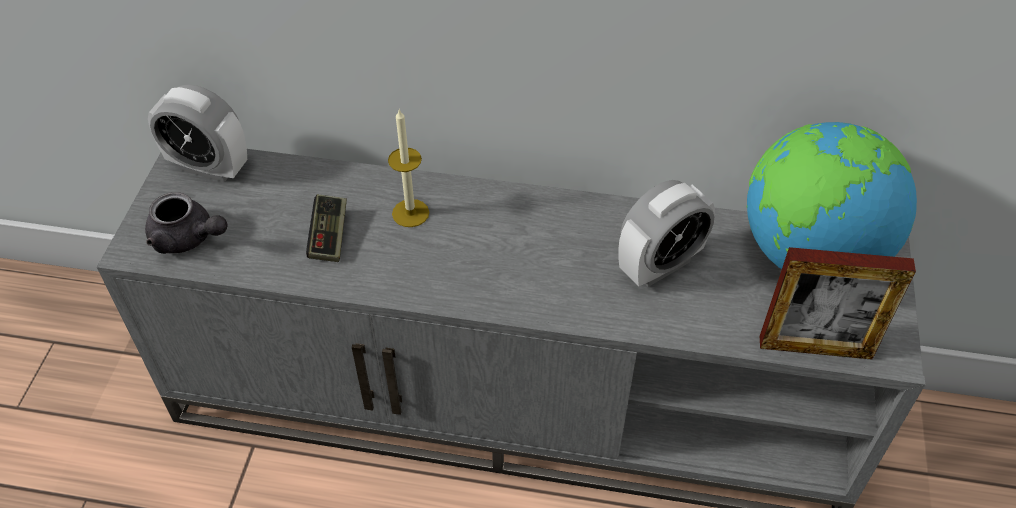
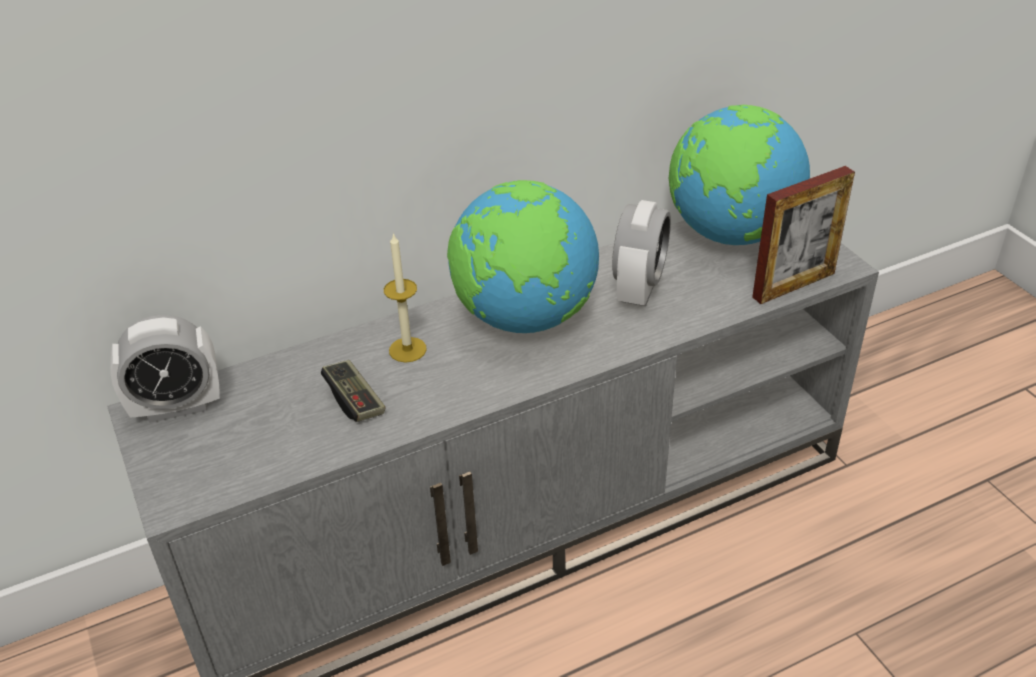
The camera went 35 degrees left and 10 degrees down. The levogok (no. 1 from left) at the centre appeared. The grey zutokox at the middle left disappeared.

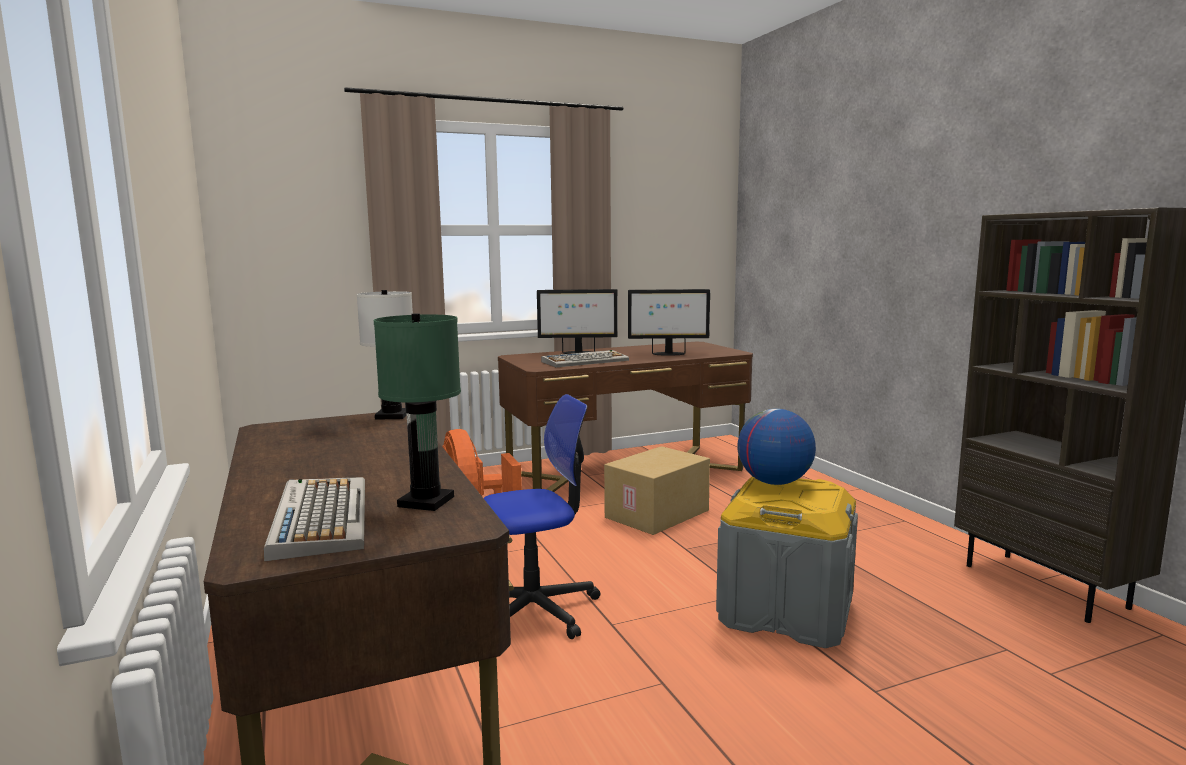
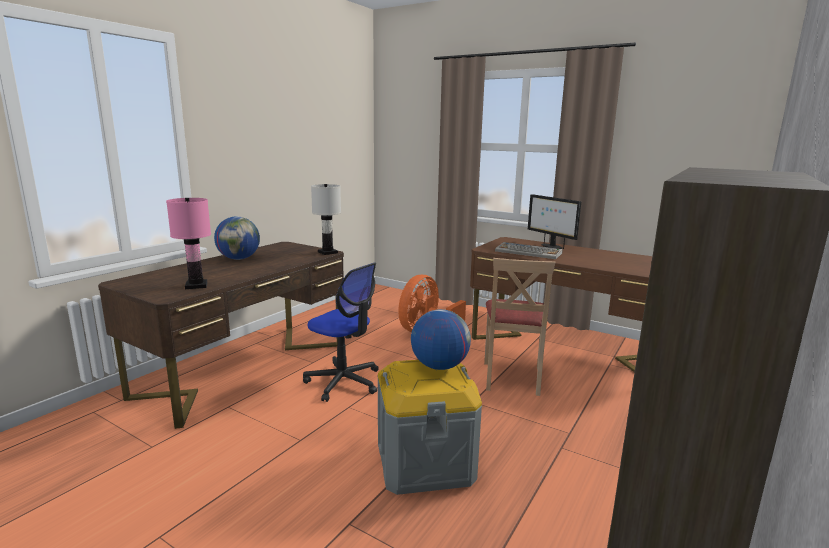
The camera went 55 degrees right and 5 degrees up. The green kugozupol at the centre became the pink kugozupol at the middle left. The levogok (no. 1 from left) at the middle left appeared. The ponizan at the centre was replaced by the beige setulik at the centre. The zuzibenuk (no. 1 from left) at the bottom left disappeared. The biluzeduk (no. 2 from left) at the centre disappeared.

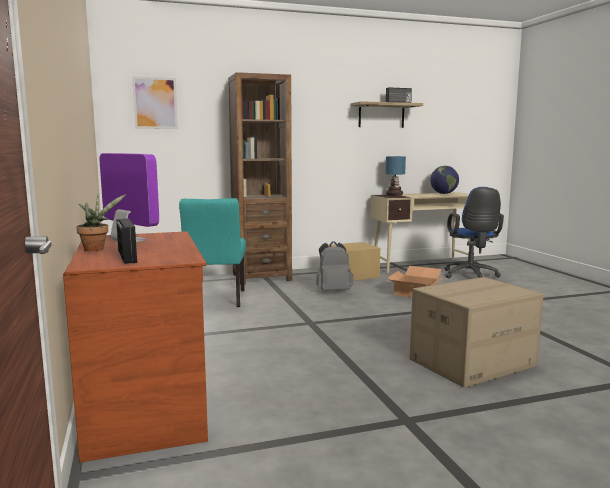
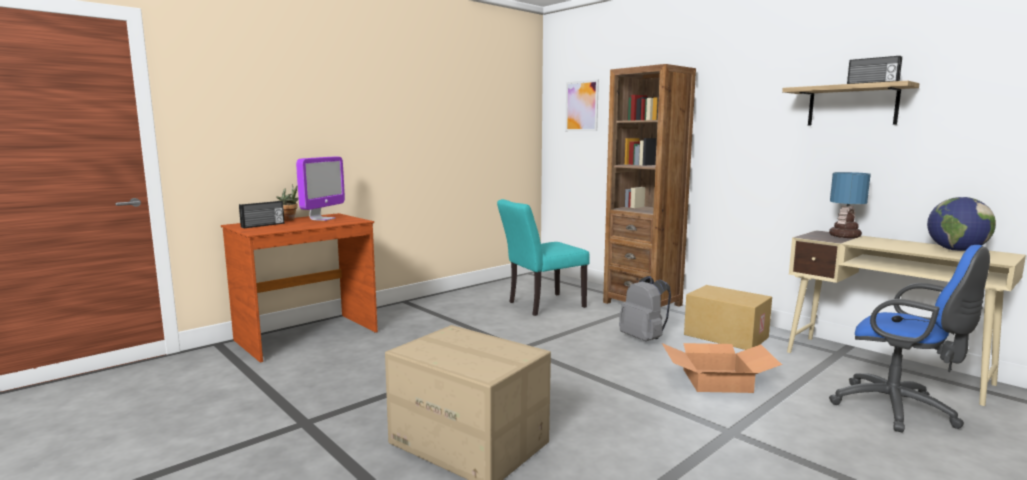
The camera went 65 degrees right and 0 degrees up. The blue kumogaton at the middle right turned 105 degrees counterclockwise.

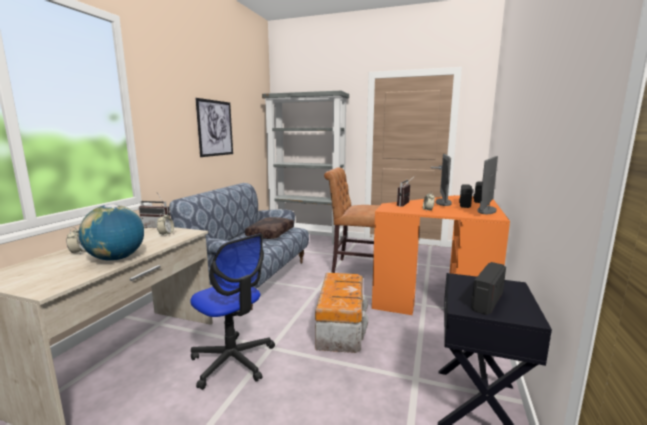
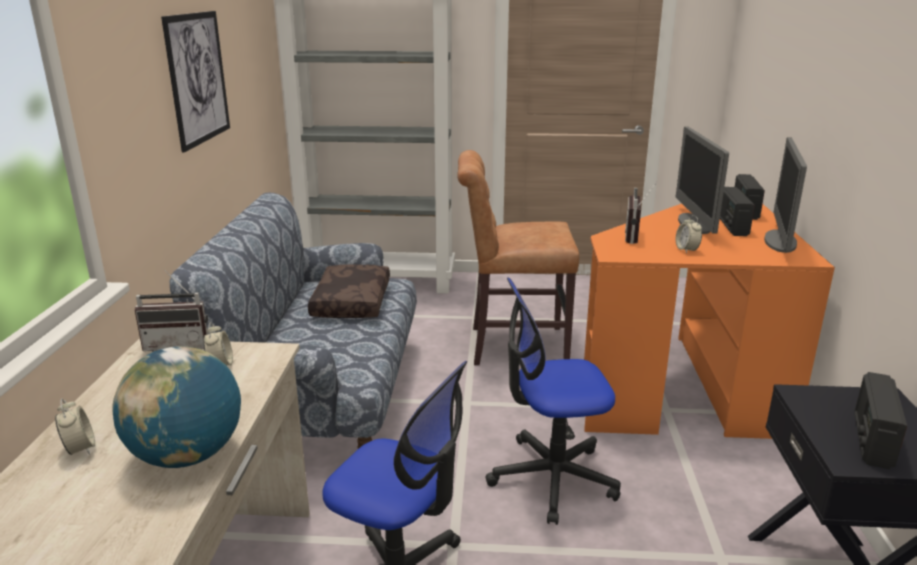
The camera went 15 degrees left and 10 degrees up. The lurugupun at the bottom centre was replaced by the kumogaton (no. 2 from left) at the bottom centre.

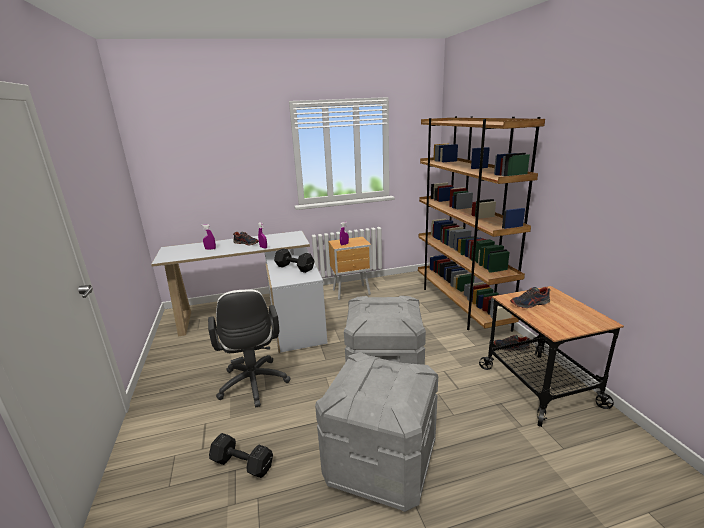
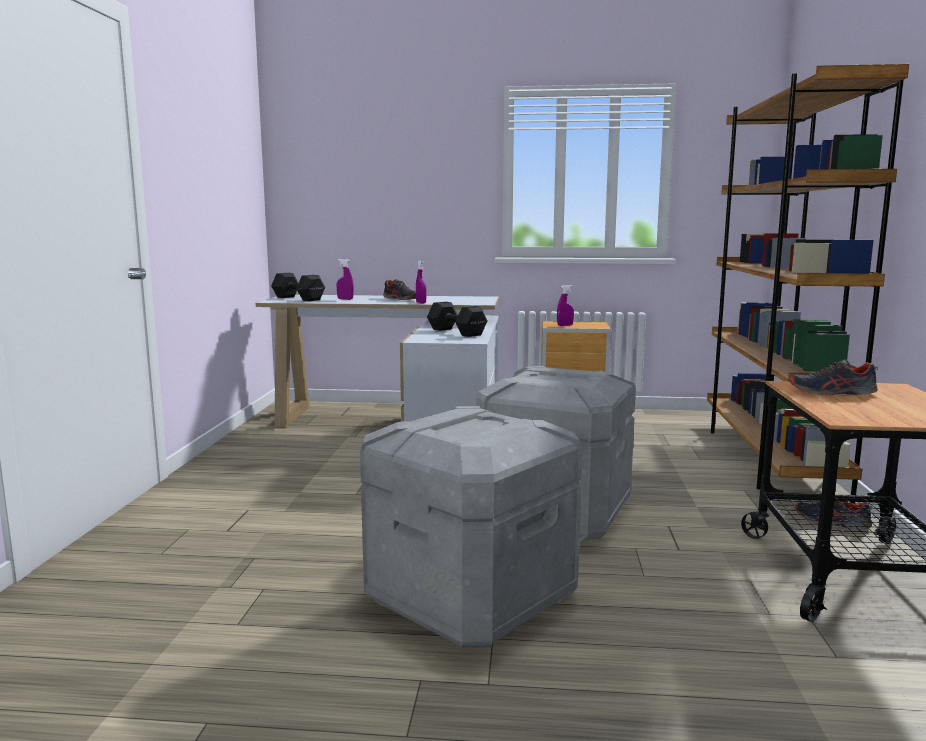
The camera went 20 degrees right and 10 degrees down. The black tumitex (no. 1 from left) moved from the bottom centre to the middle left. The white kumogaton at the centre disappeared.

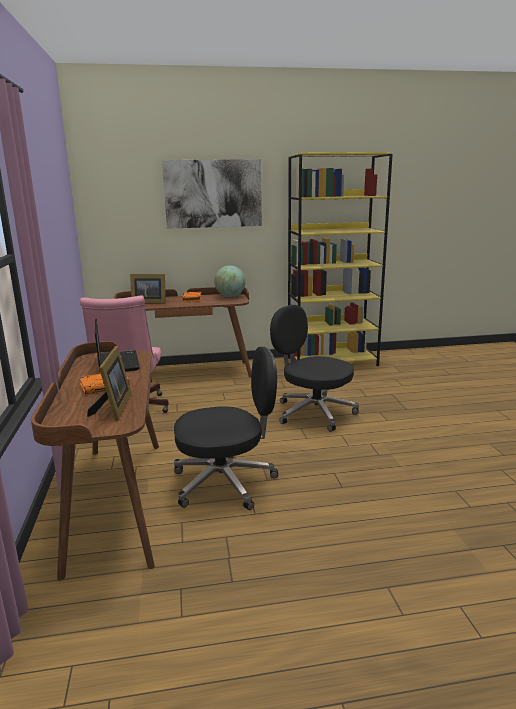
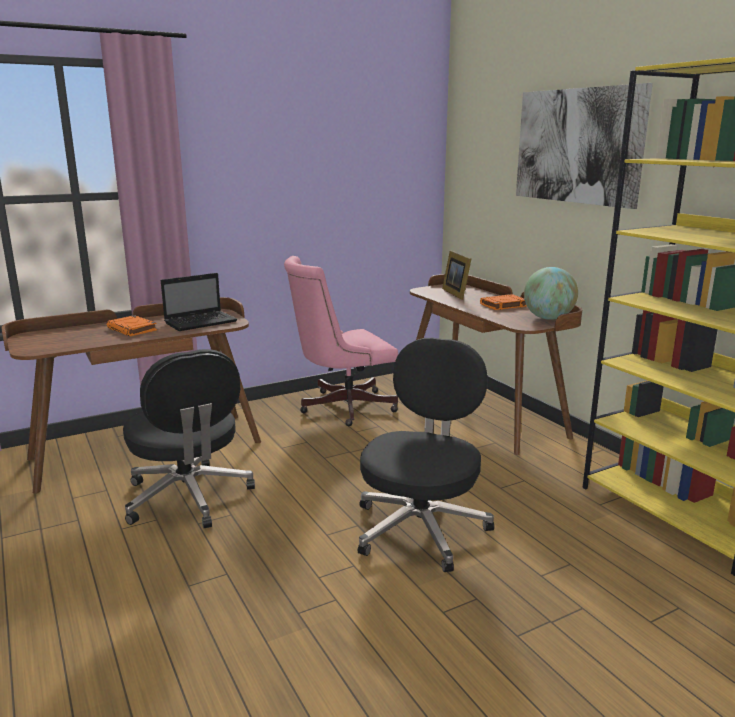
The camera went 70 degrees right and 0 degrees up. The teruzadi (no. 1 from left) at the middle left disappeared.

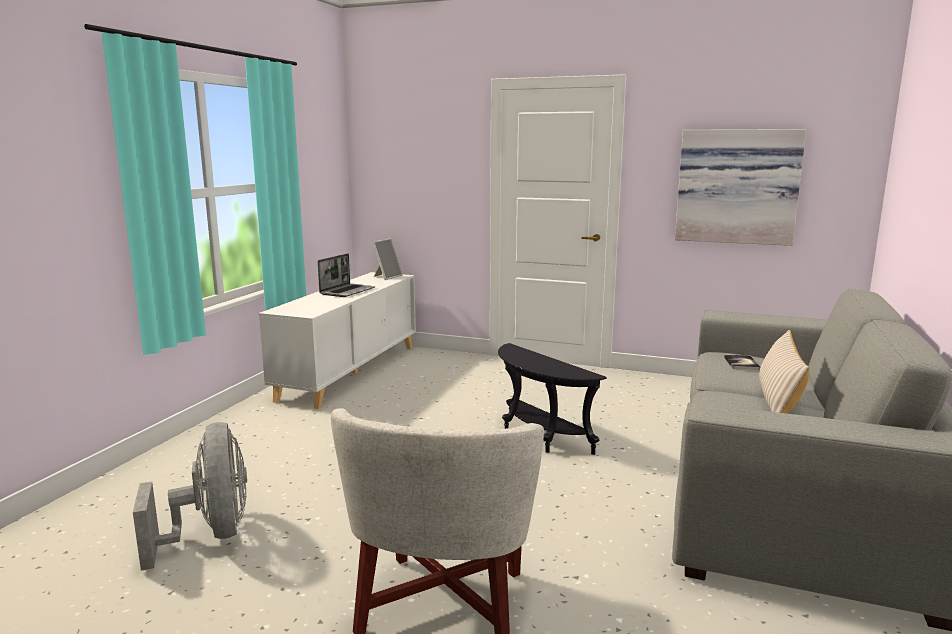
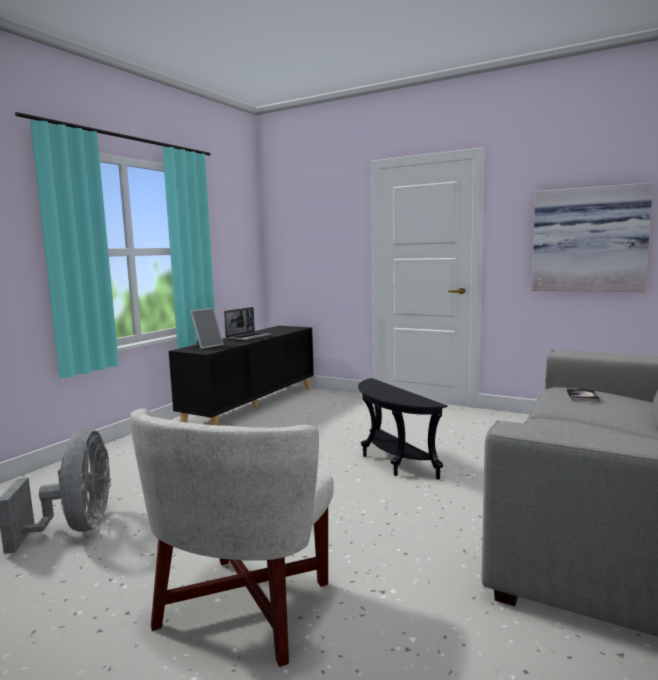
The camera went 10 degrees right and 5 degrees down. The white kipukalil at the centre became the black kipukalil at the centre. The teruzadi moved from the centre to the middle left. The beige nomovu at the middle right disappeared.

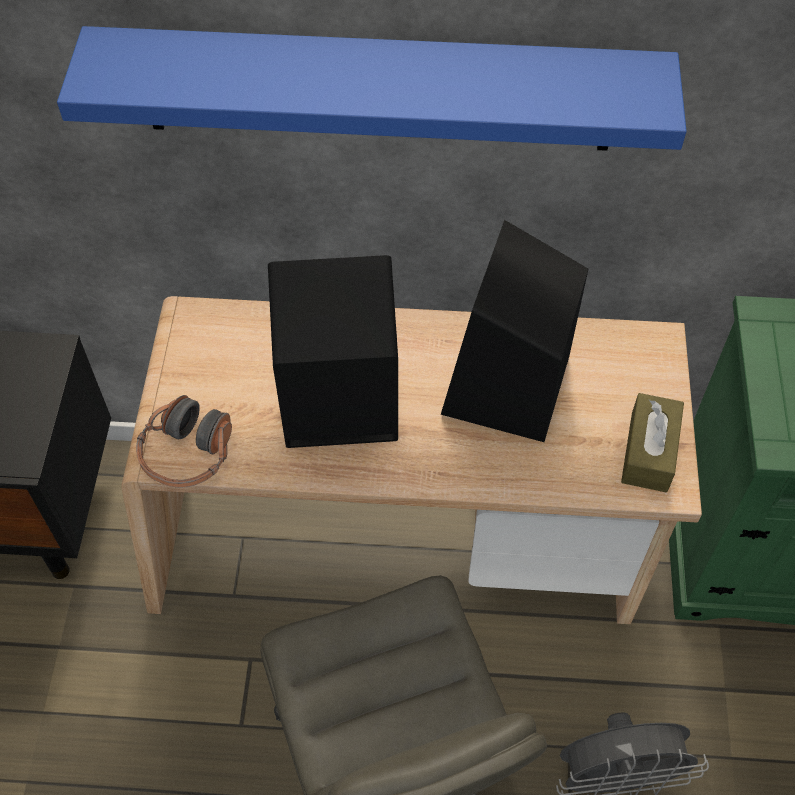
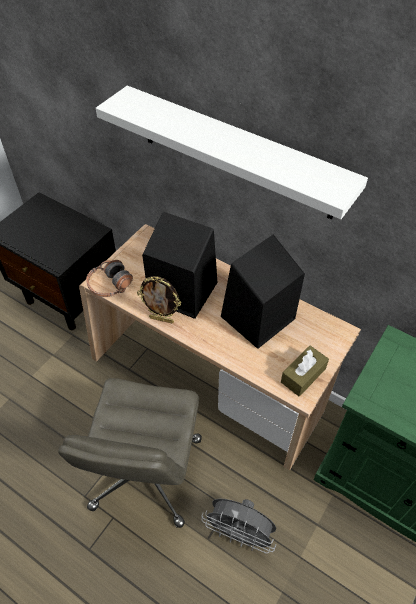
The camera went 30 degrees right and 5 degrees down. The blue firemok at the top centre became the white firemok at the top centre. The teruzadi at the centre appeared.

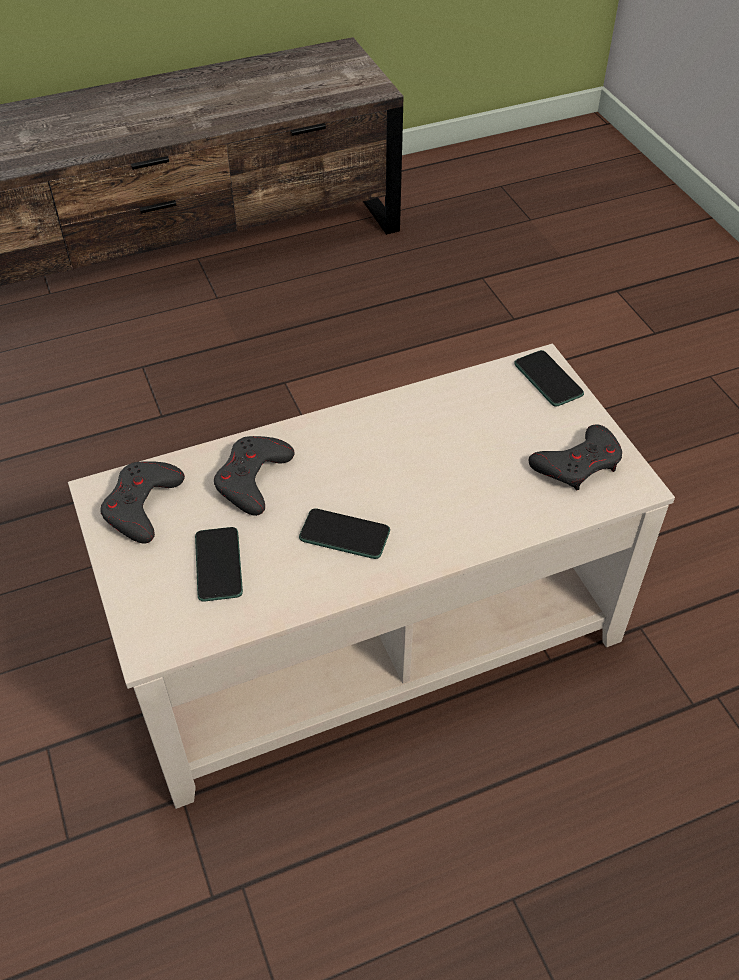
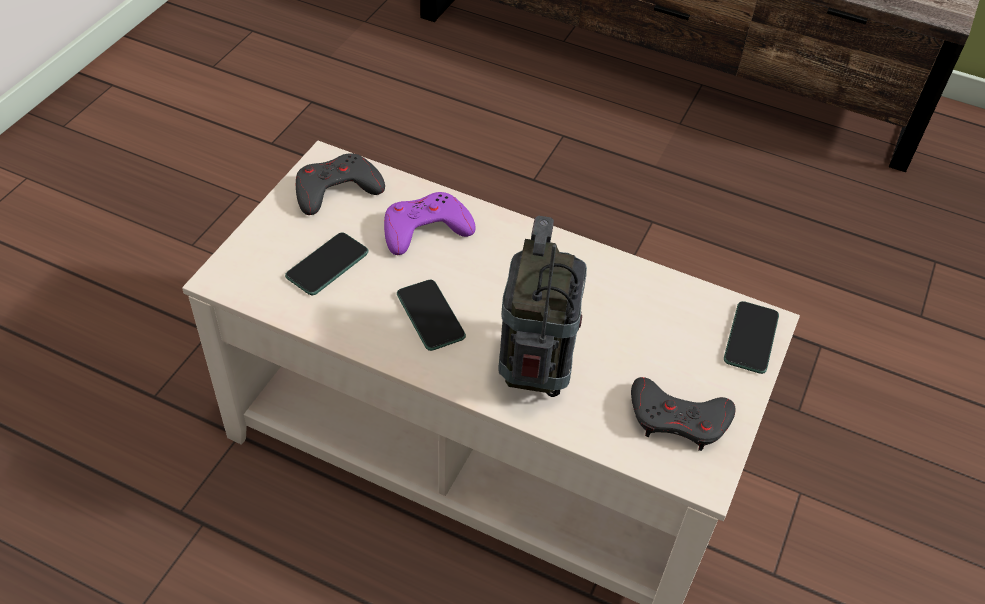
The camera went 45 degrees right and 0 degrees up. The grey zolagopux (no. 2 from left) at the centre became the purple zolagopux at the centre. The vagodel at the centre appeared.

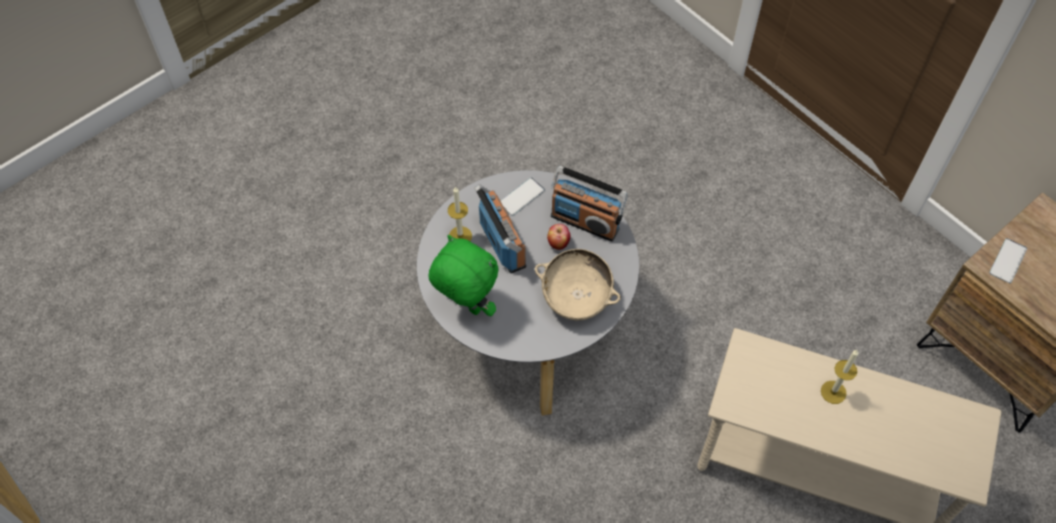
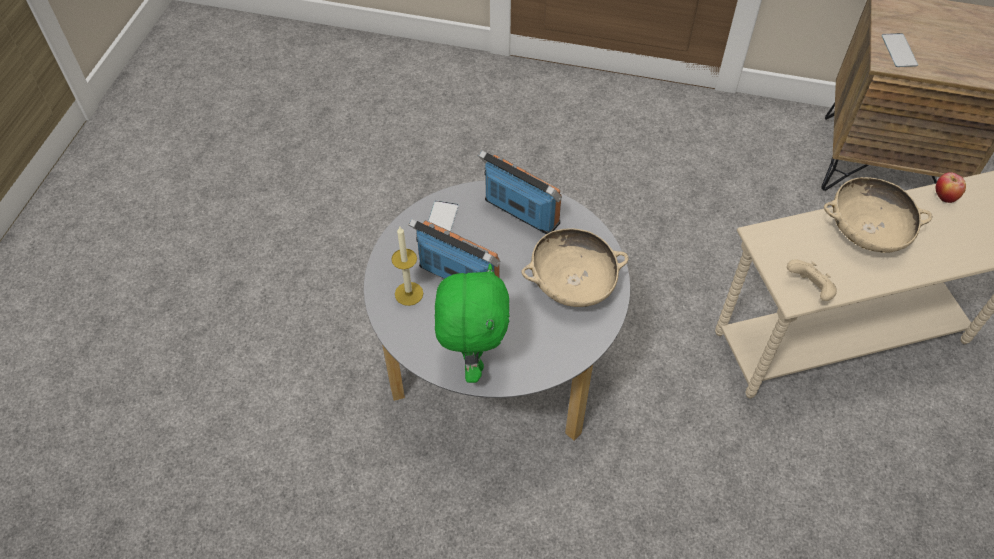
The camera went 35 degrees left and 5 degrees down. The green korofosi at the centre turned 90 degrees clockwise. The vagodel (no. 2 from left) at the centre turned 135 degrees counterclockwise. The beige zolagopux at the middle right appeared. The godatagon (no. 2 from left) at the bottom right was replaced by the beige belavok (no. 2 from left) at the middle right. The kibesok moved from the centre to the middle right.

